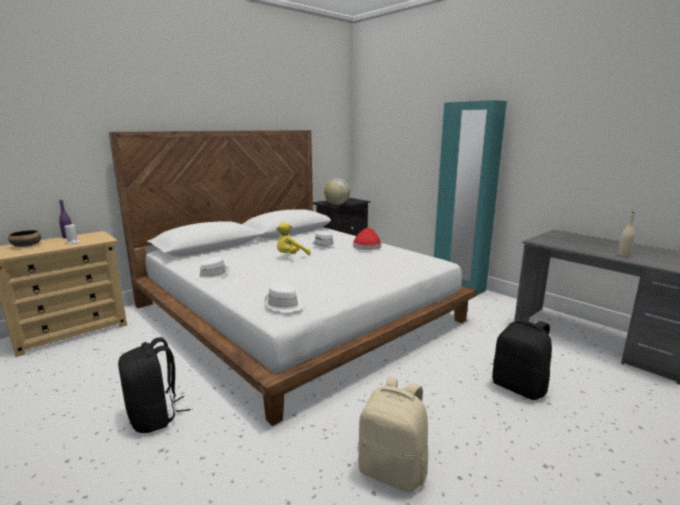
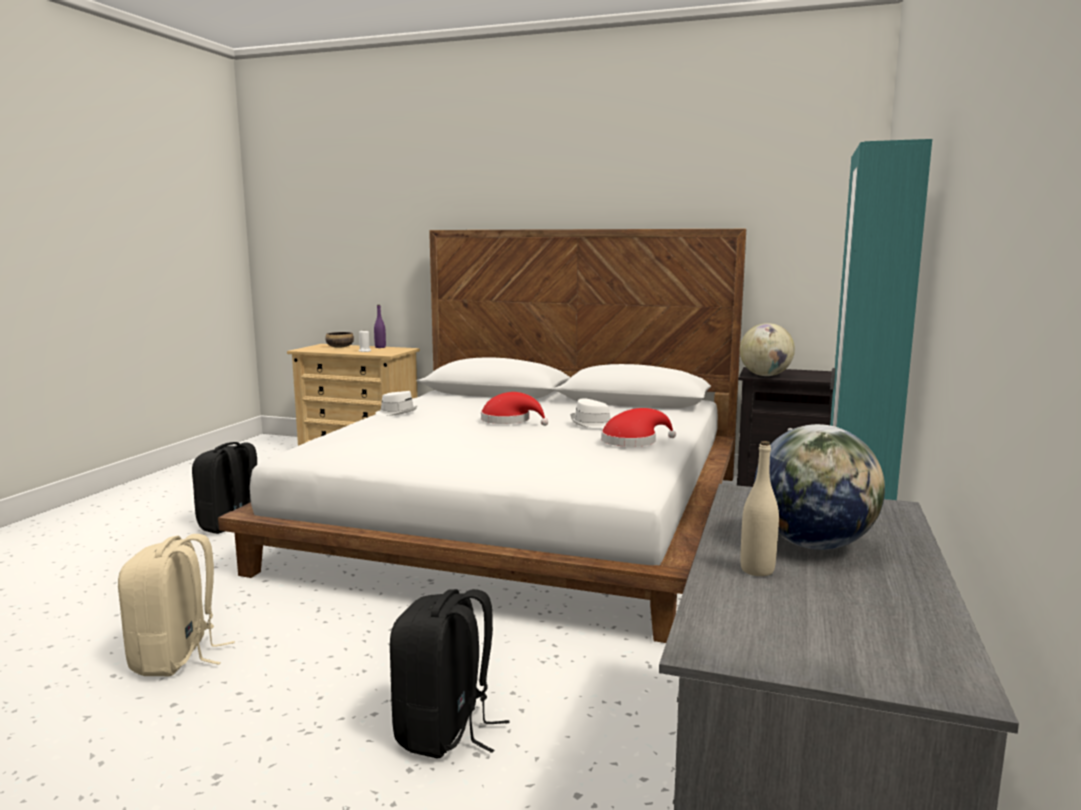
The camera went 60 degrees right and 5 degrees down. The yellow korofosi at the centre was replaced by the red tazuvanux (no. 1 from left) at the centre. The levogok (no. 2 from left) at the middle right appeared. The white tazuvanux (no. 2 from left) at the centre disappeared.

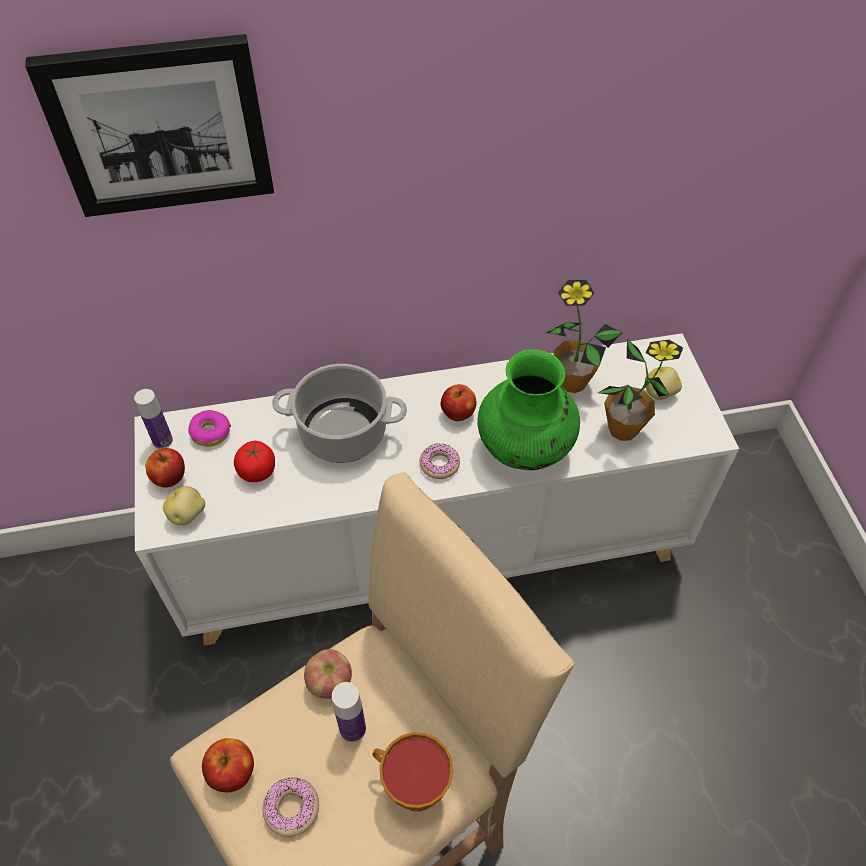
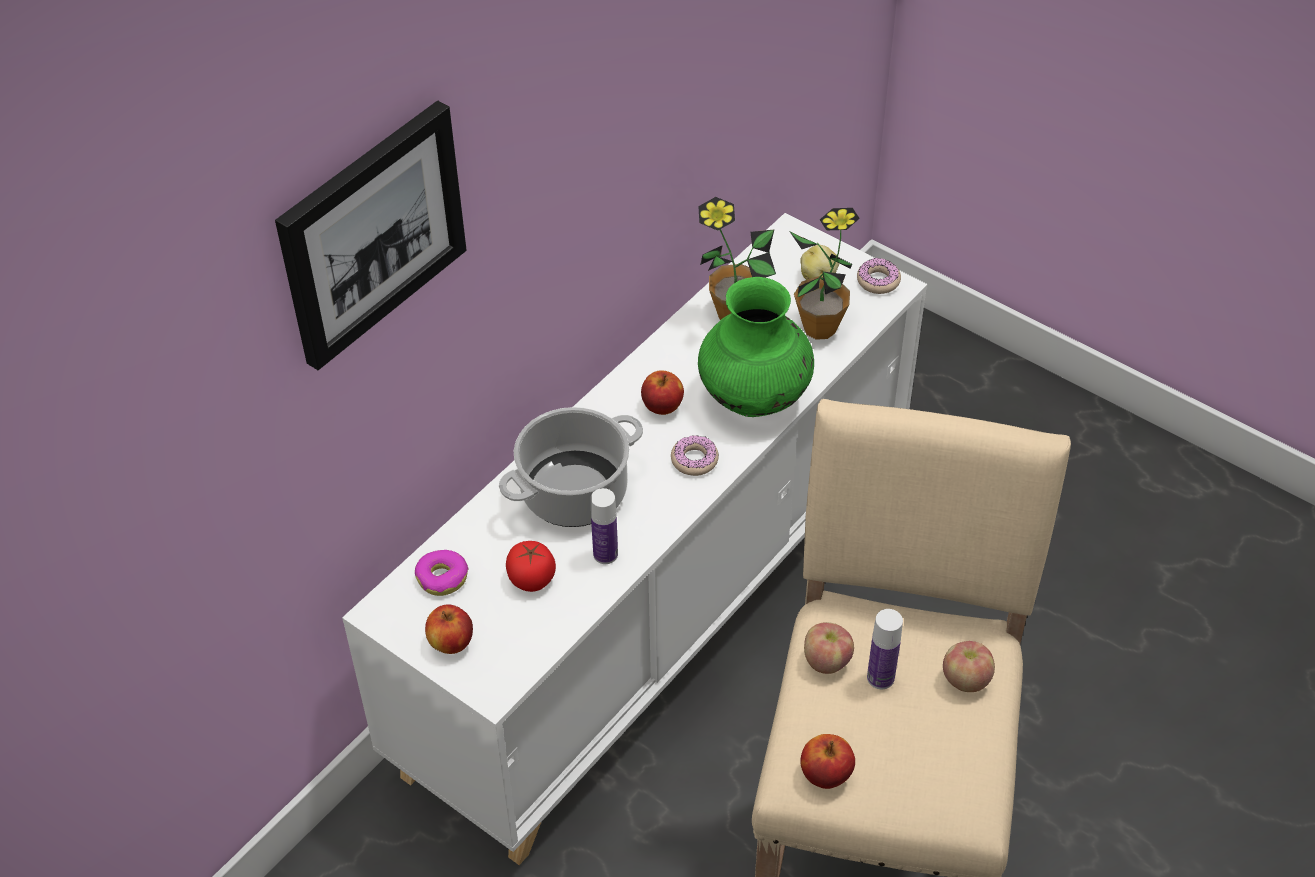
The camera went 40 degrees left and 5 degrees down. The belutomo (no. 1 from left) moved from the middle left to the centre. The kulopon (no. 2 from left in the first image) moved from the bottom centre to the top right. The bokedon at the bottom centre was replaced by the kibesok (no. 5 from left) at the bottom right. The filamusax (no. 1 from left) at the middle left disappeared.

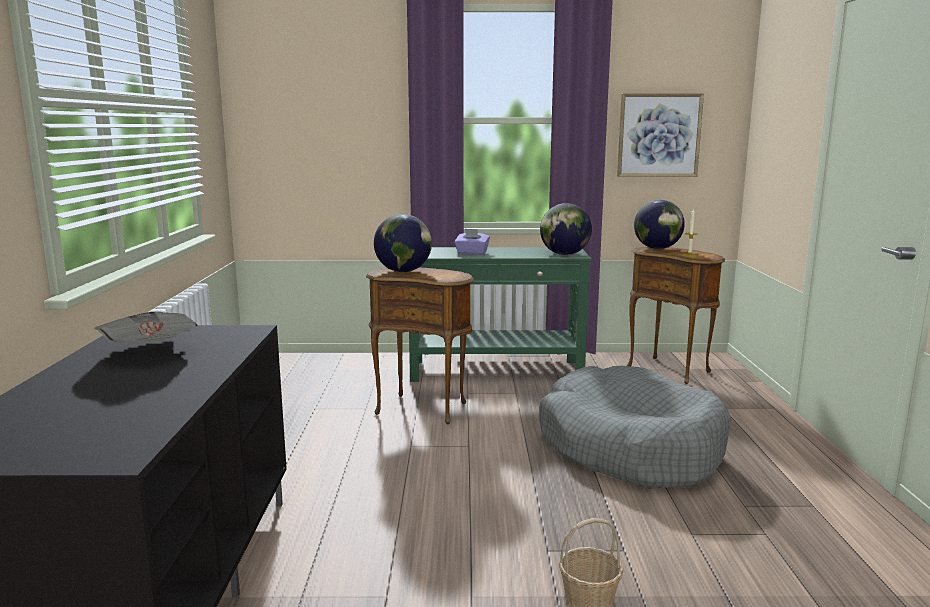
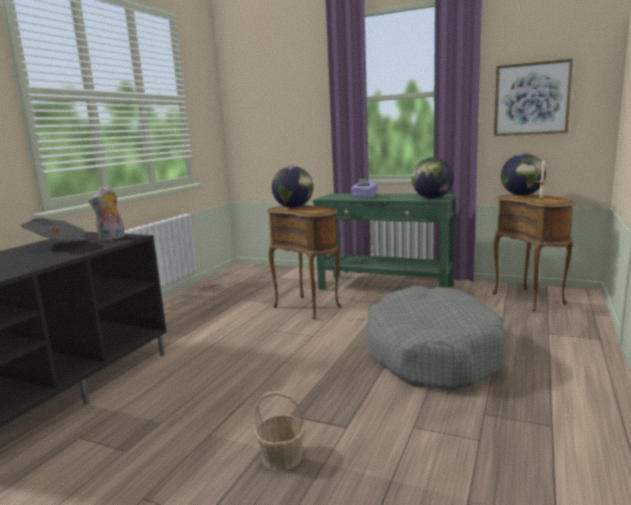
The camera went 25 degrees right and 0 degrees up. The korofosi at the middle left appeared.

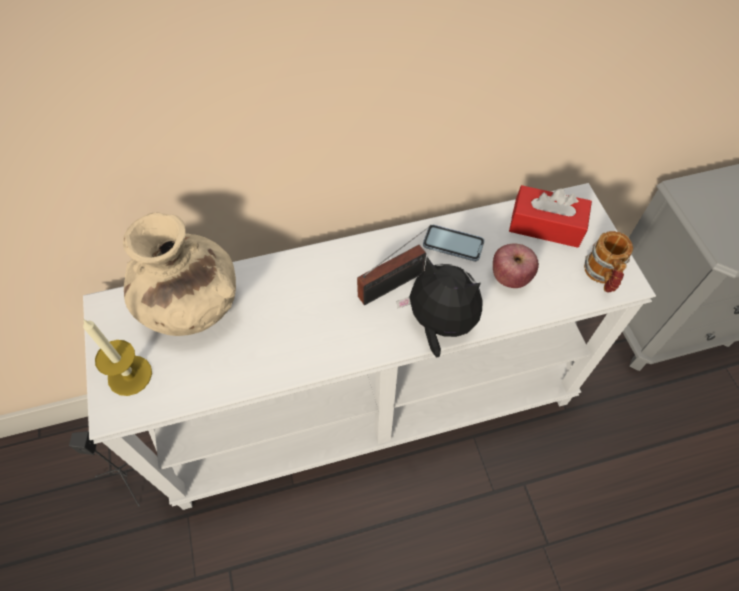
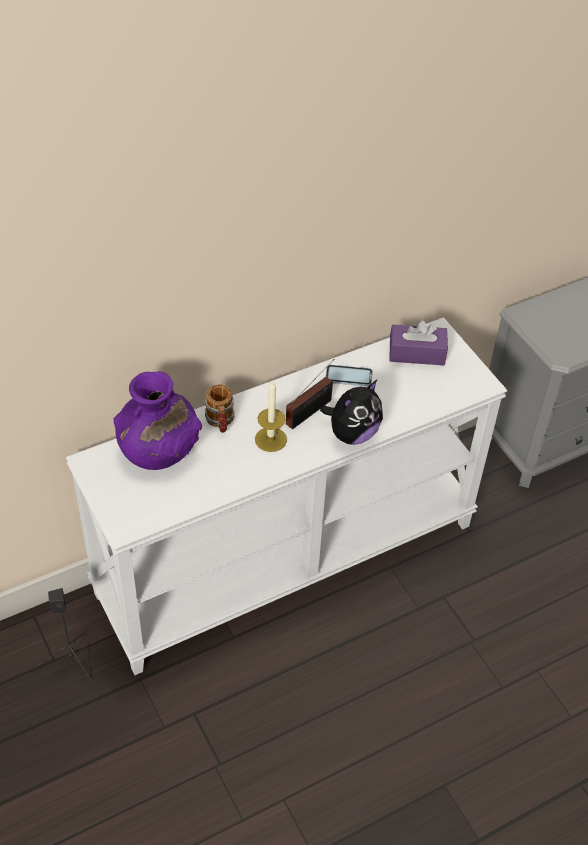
The camera went 15 degrees left and 10 degrees down. The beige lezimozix at the middle left became the purple lezimozix at the middle left. The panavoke moved from the middle right to the centre. The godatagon moved from the middle left to the centre. The korofosi at the centre turned 120 degrees clockwise. The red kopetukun at the middle right became the purple kopetukun at the middle right. The kibesok at the middle right disappeared.

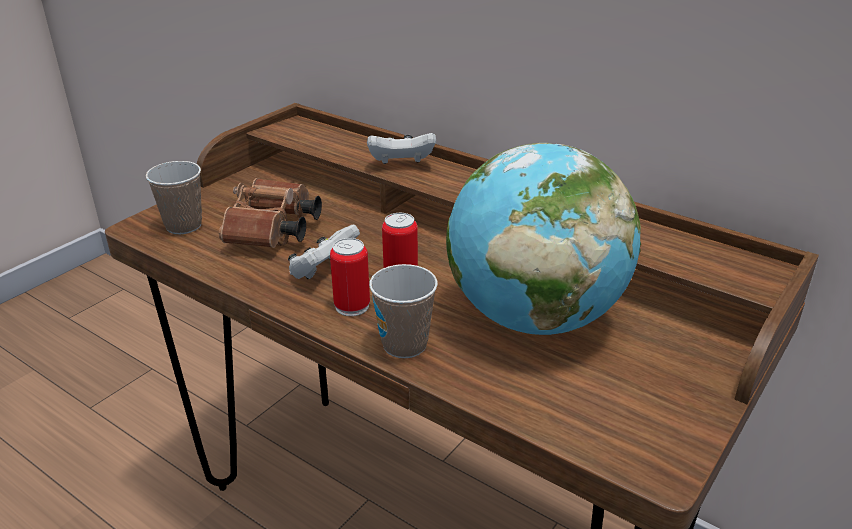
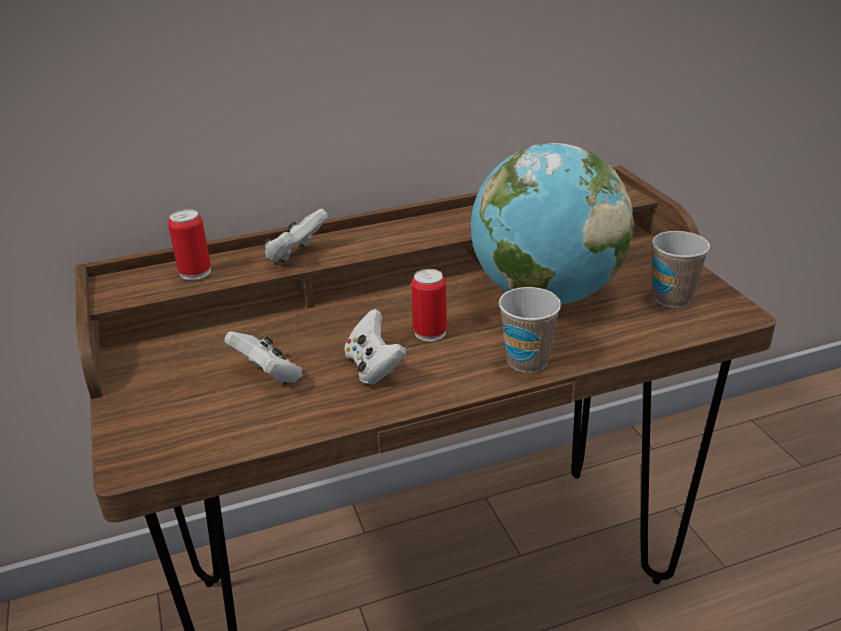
The camera went 55 degrees left and 0 degrees up. The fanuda (no. 1 from left) moved from the centre to the middle left. The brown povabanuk at the middle left was replaced by the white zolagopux (no. 1 from left) at the middle left. The bokedon (no. 1 from left in the first image) moved from the middle left to the middle right.

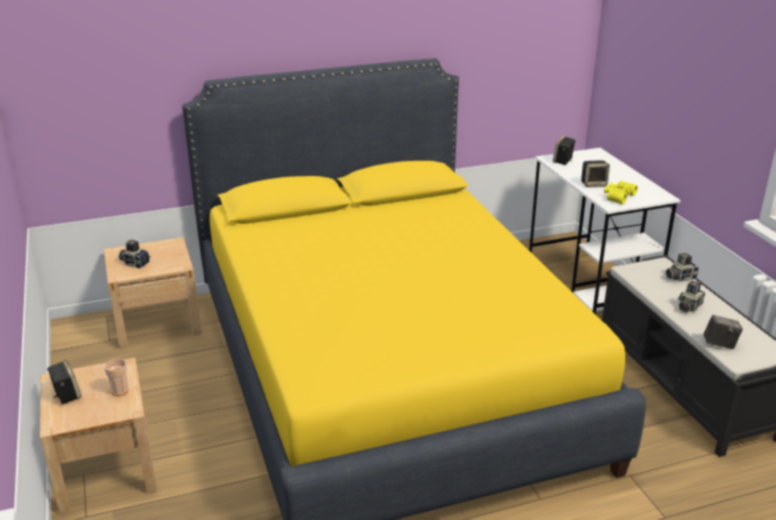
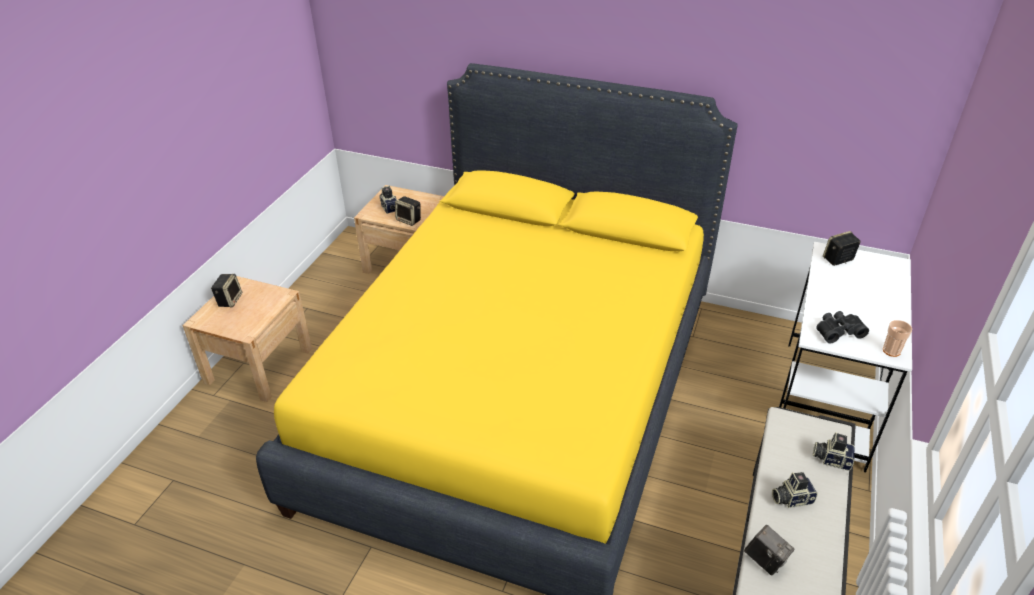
The camera went 40 degrees right and 10 degrees up. The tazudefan (no. 3 from left in the first image) moved from the top right to the centre. The yellow povabanuk at the middle right became the black povabanuk at the middle right. The bokedon moved from the bottom left to the middle right.

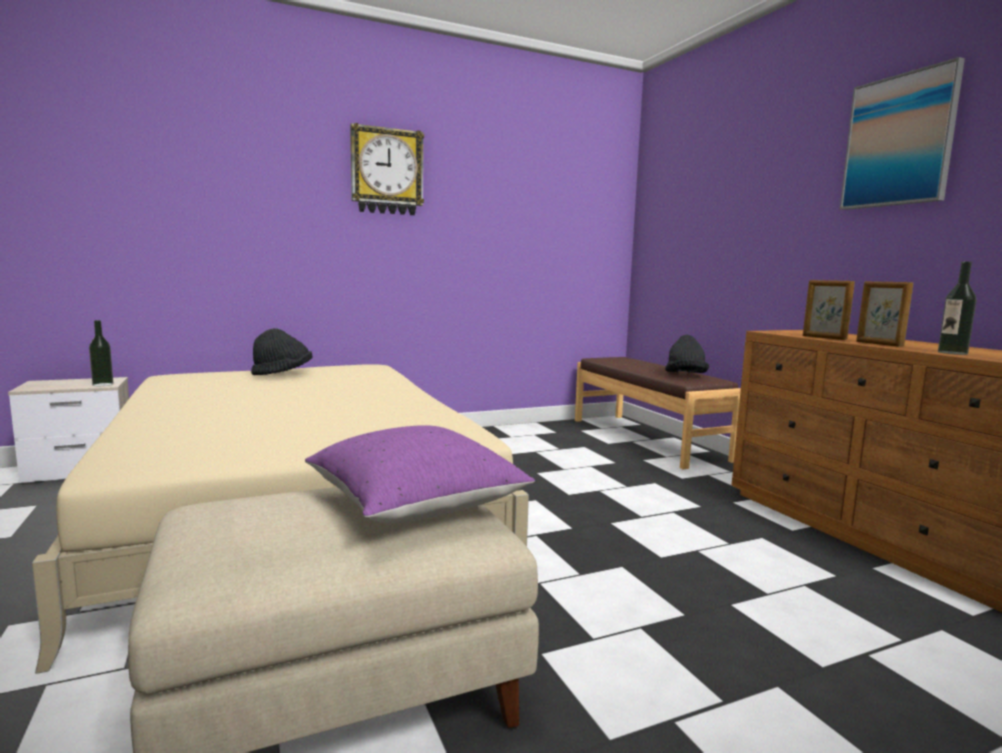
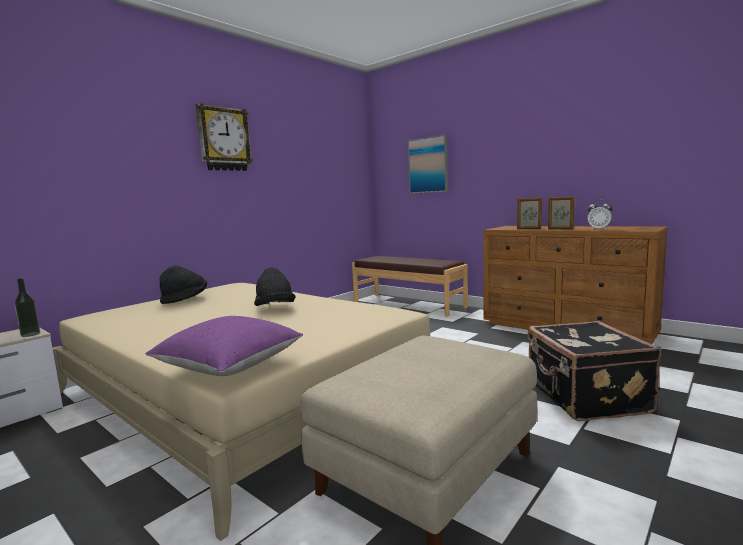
The camera went 25 degrees left and 0 degrees up. The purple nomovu moved from the centre to the middle left. The black tazuvanux (no. 2 from left) moved from the middle right to the centre. The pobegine moved from the top right to the top centre. The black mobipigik at the bottom right appeared. The belutomo (no. 2 from left) at the middle right was replaced by the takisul at the middle right.

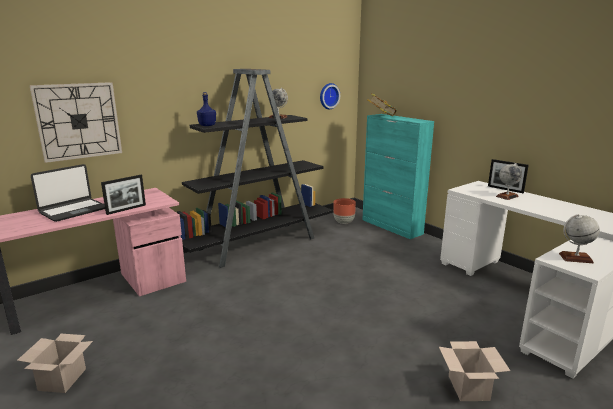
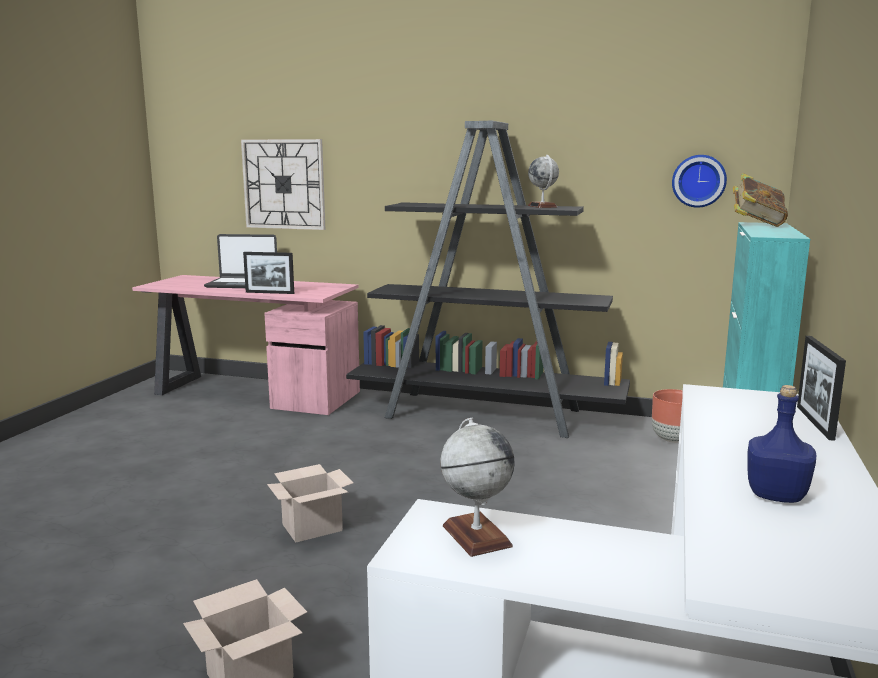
The camera went 55 degrees right and 5 degrees down. The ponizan (no. 1 from left in the first image) moved from the bottom left to the bottom centre. The blue belutomo moved from the top centre to the middle right. The levogok (no. 2 from left) at the middle right disappeared.

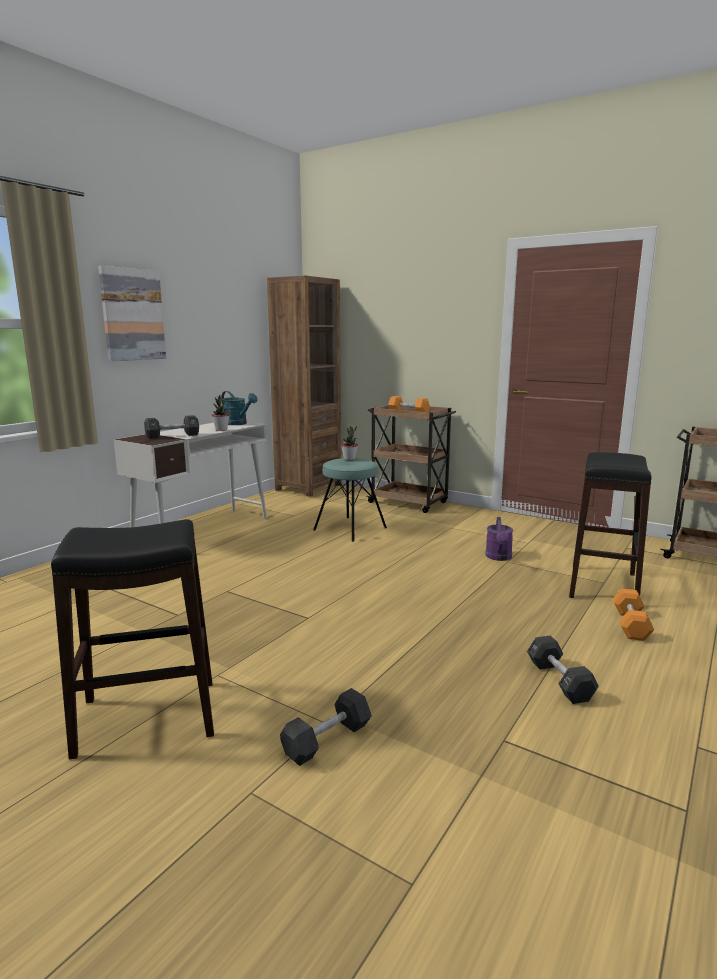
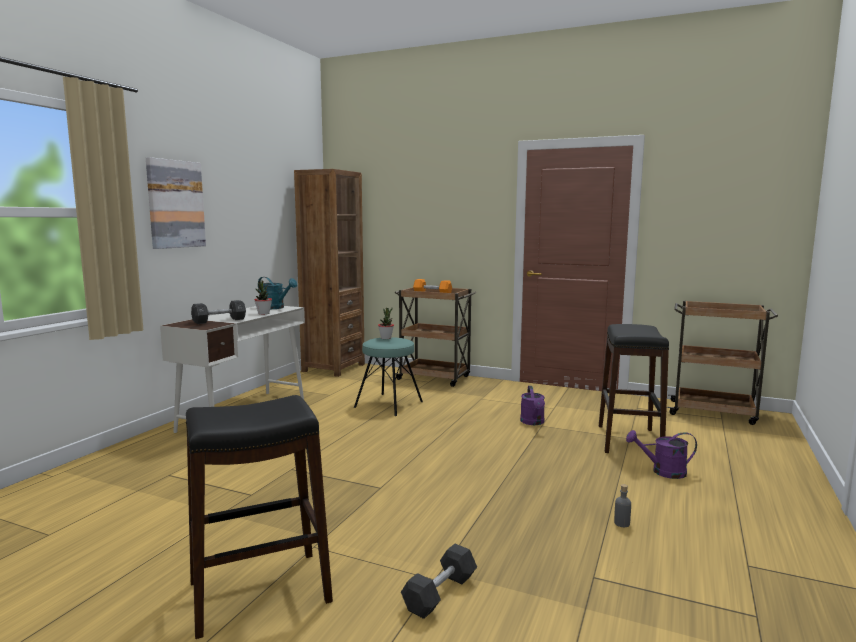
The camera went 10 degrees left and 5 degrees down. The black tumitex (no. 3 from left) at the bottom right was replaced by the grey belutomo at the bottom right. The orange tumitex (no. 2 from left) at the middle right was replaced by the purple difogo (no. 2 from left) at the bottom right.

